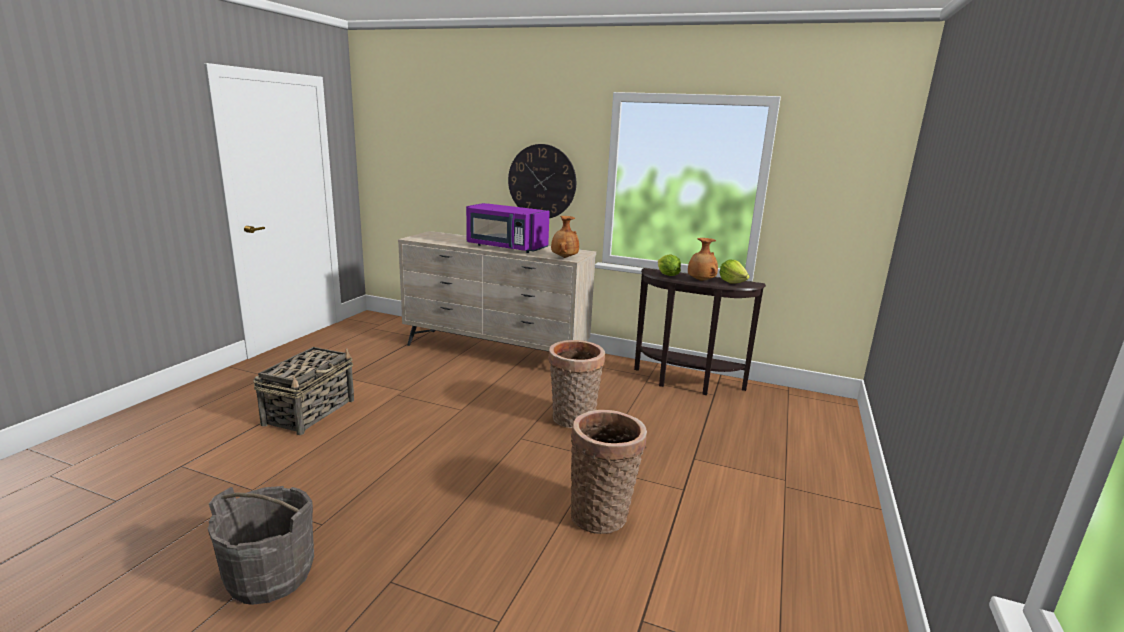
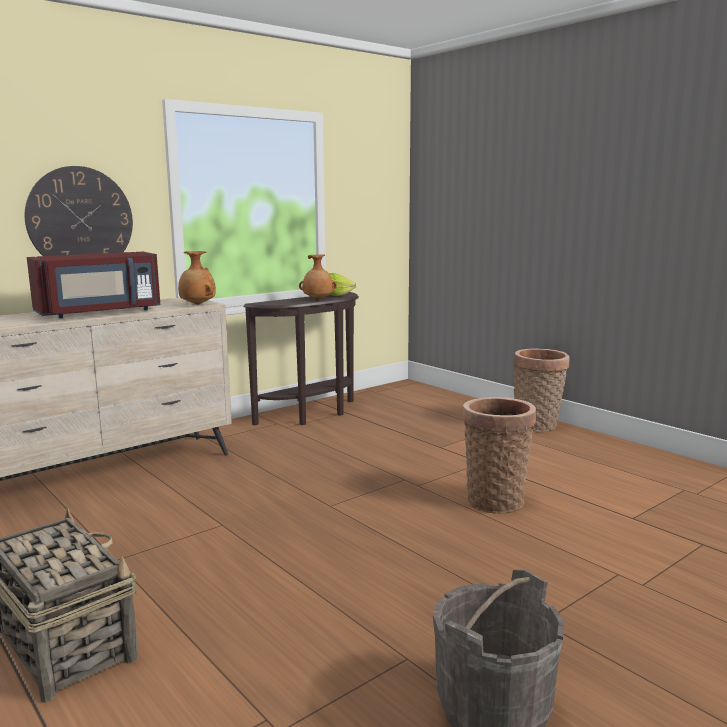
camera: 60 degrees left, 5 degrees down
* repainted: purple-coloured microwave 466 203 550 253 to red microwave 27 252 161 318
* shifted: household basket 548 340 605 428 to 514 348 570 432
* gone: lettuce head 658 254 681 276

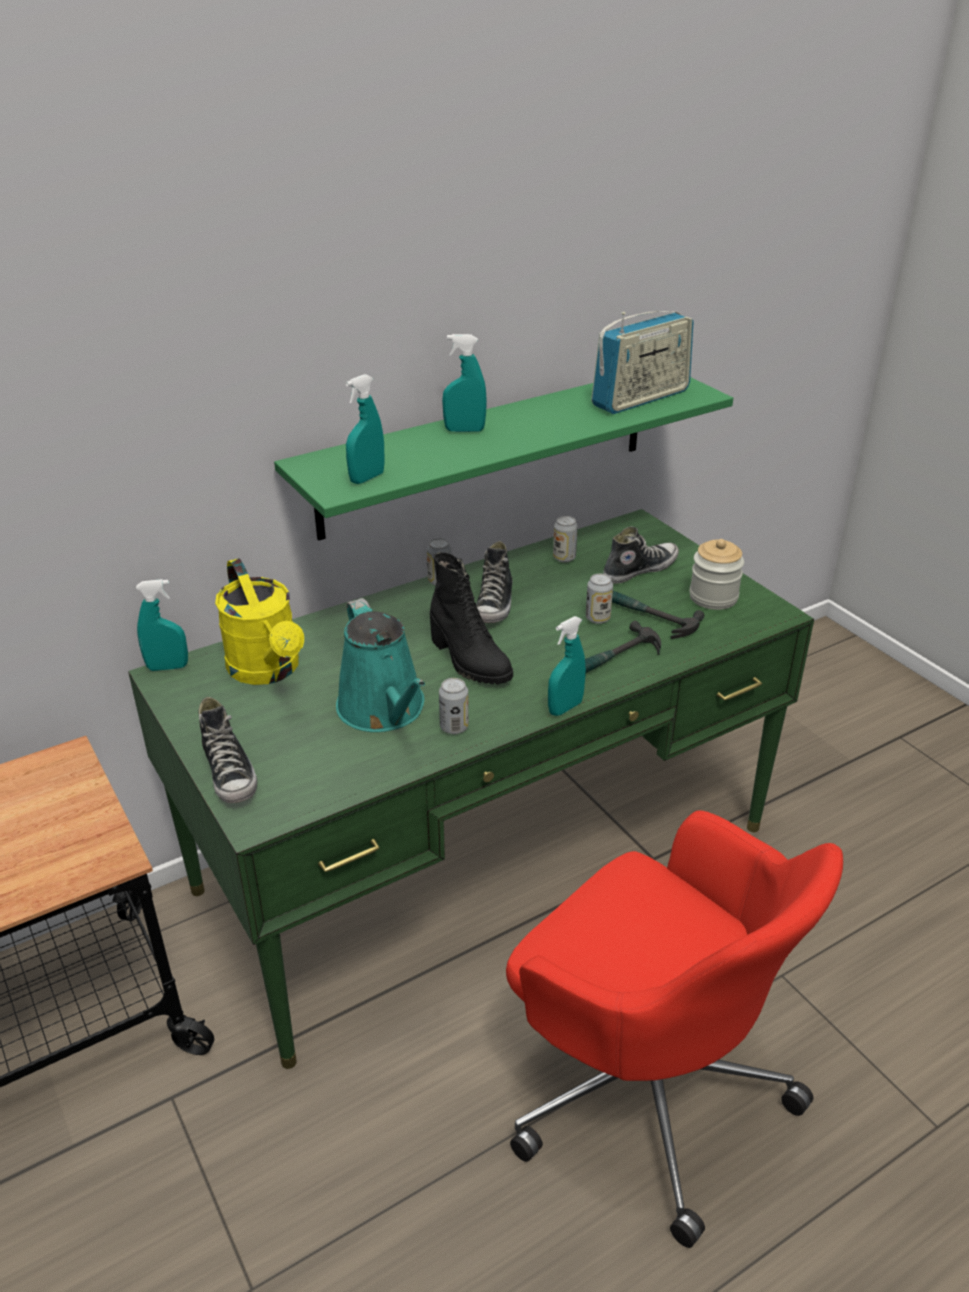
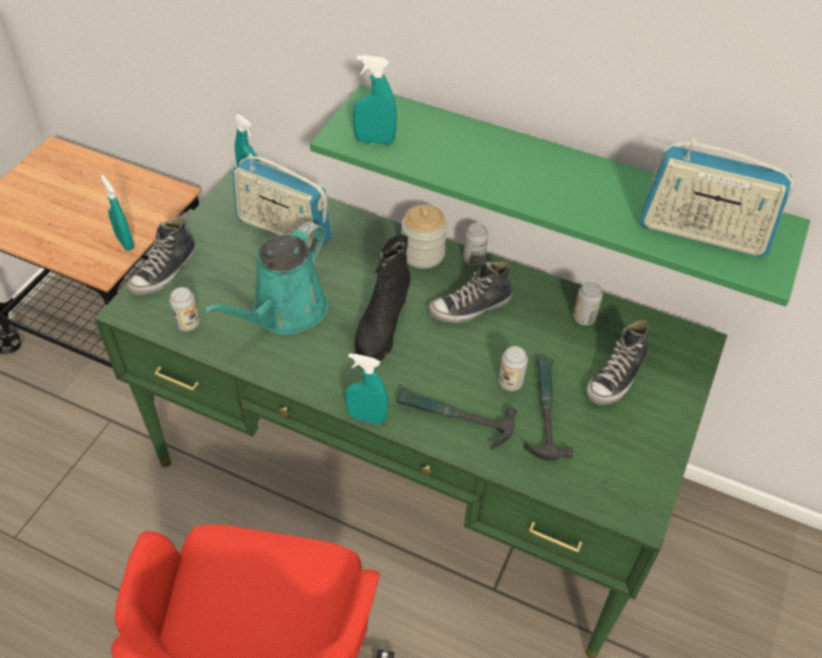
camera: 55 degrees right, 15 degrees up
* swapped: yellow sprinkling can 215 558 304 685 to radio receiver 232 153 332 249
* shifted: metal can 439 678 469 734 to 169 287 200 331
* shifted: blue-green hand sprayer 442 334 487 432 to 101 175 134 251
* rotated: low shoe 603 526 679 584 = 586 319 649 405 105 degrees clockwise
* shifted: preserve jar 689 539 744 610 to 401 204 447 269

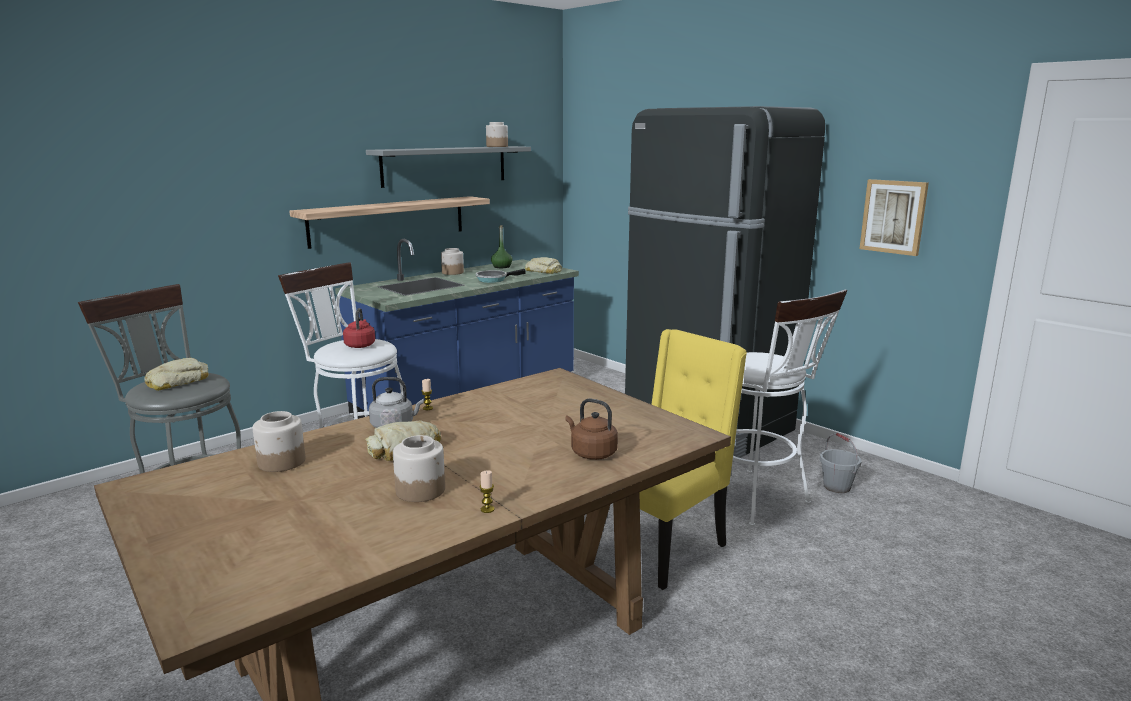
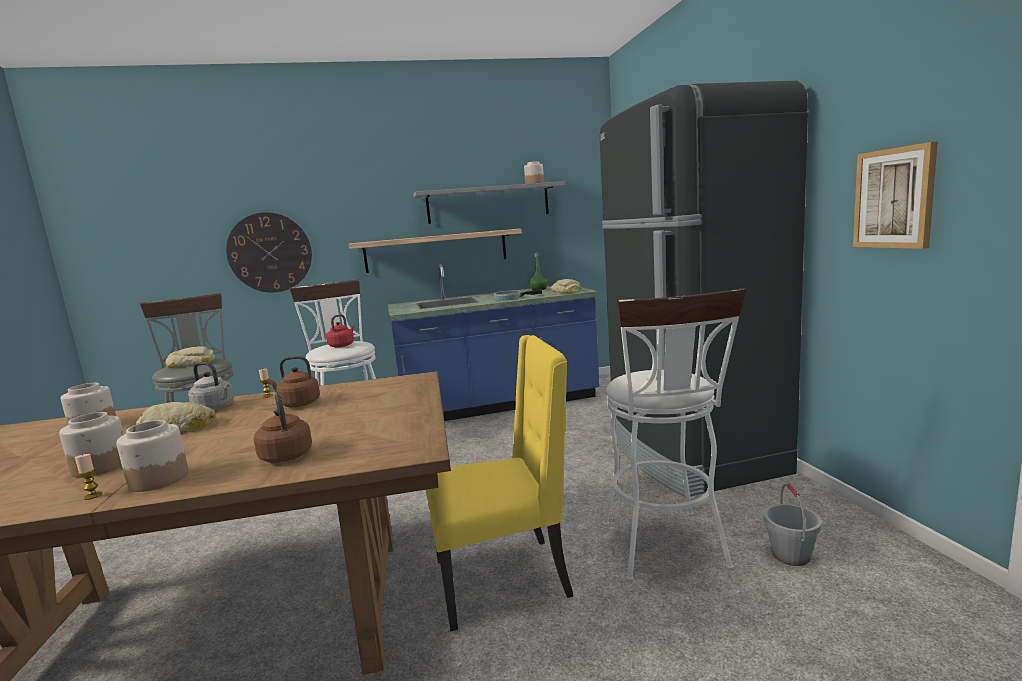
camera: 30 degrees right, 5 degrees down
* shifted: preserve jar 441 248 464 275 to 116 420 189 492
* new: wall clock 226 212 312 293
* new: brown tea kettle 267 356 320 407

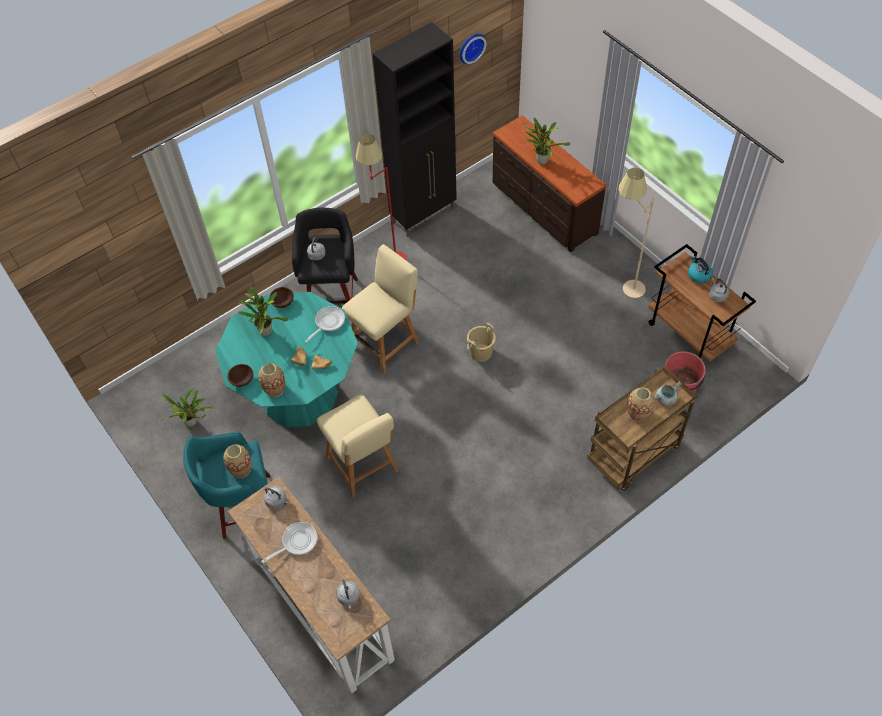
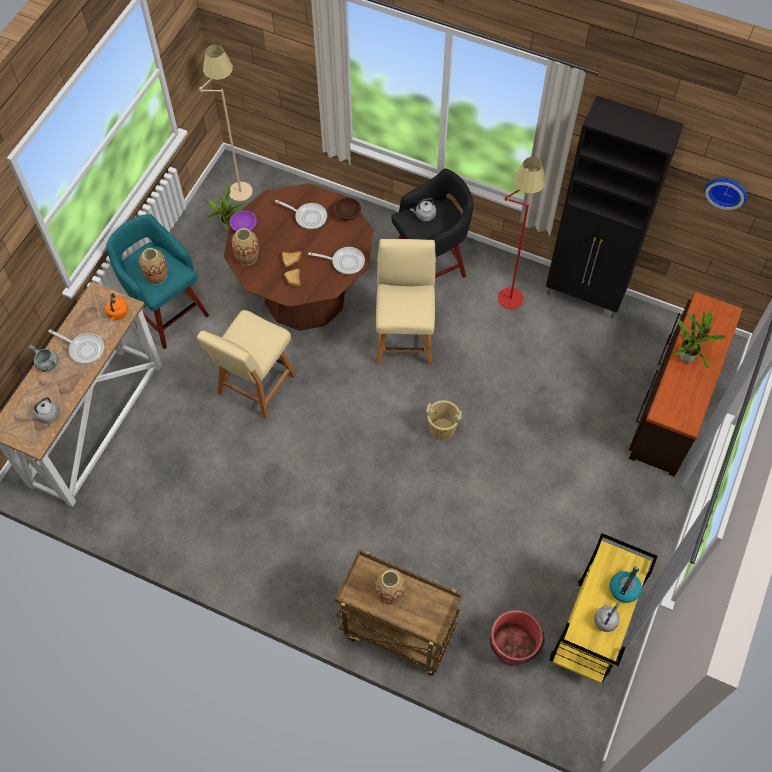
camera: 60 degrees right, 5 degrees up
* repainted: blue-green dining table 215 292 358 427 to brown dining table 224 183 373 331
* repainted: brown deep dish 227 364 253 387 to purple-coloured deep dish 230 211 257 232
* swapped: houseplant 239 287 288 336 to pan 275 200 327 229
* repainted: grey tea kettle 264 486 288 509 to orange tea kettle 105 293 128 320
* rotated: beige plain chair 342 244 419 373 = 376 239 436 366 105 degrees counterclockwise
* shifted: beige floor lamp 618 168 655 298 to 199 44 253 201
* repainted: brown wheeled cart 648 244 756 362 to yellow wheeled cart 549 533 657 684
* shifted: grey saucepot 654 382 681 406 to 29 345 59 372

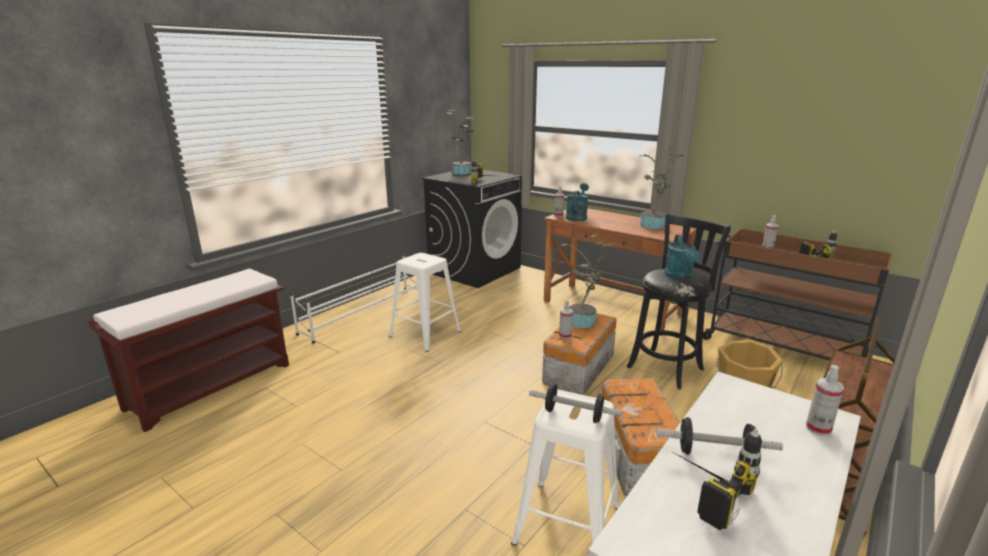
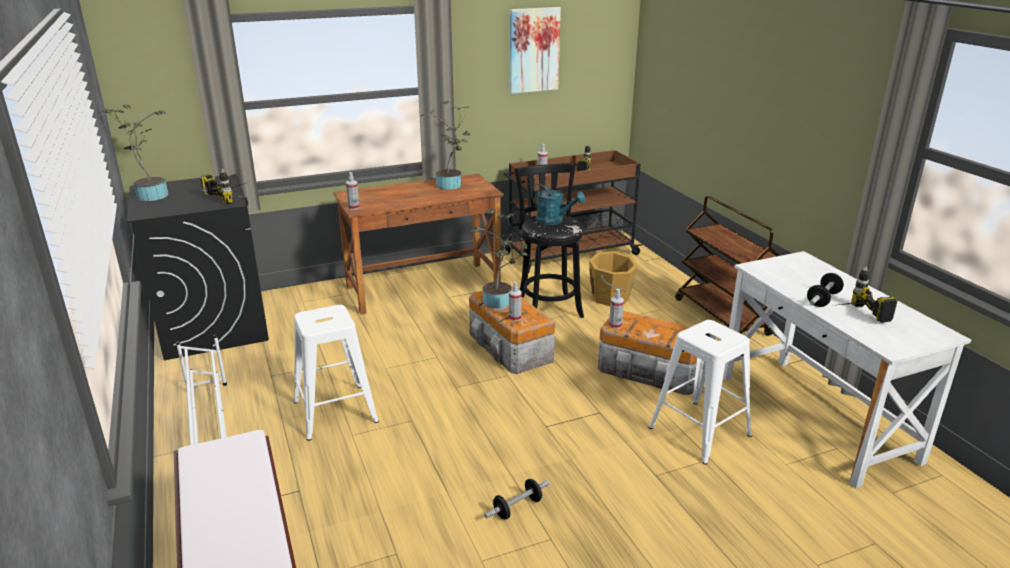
camera: 60 degrees left, 5 degrees up
* shifted: hand weight 529 384 623 423 to 484 479 550 519
* gone: blue-green sprinkling can 565 183 589 221
* shifted: hand sprayer 806 365 844 436 to 609 289 624 329
* new: wall art 509 7 561 94

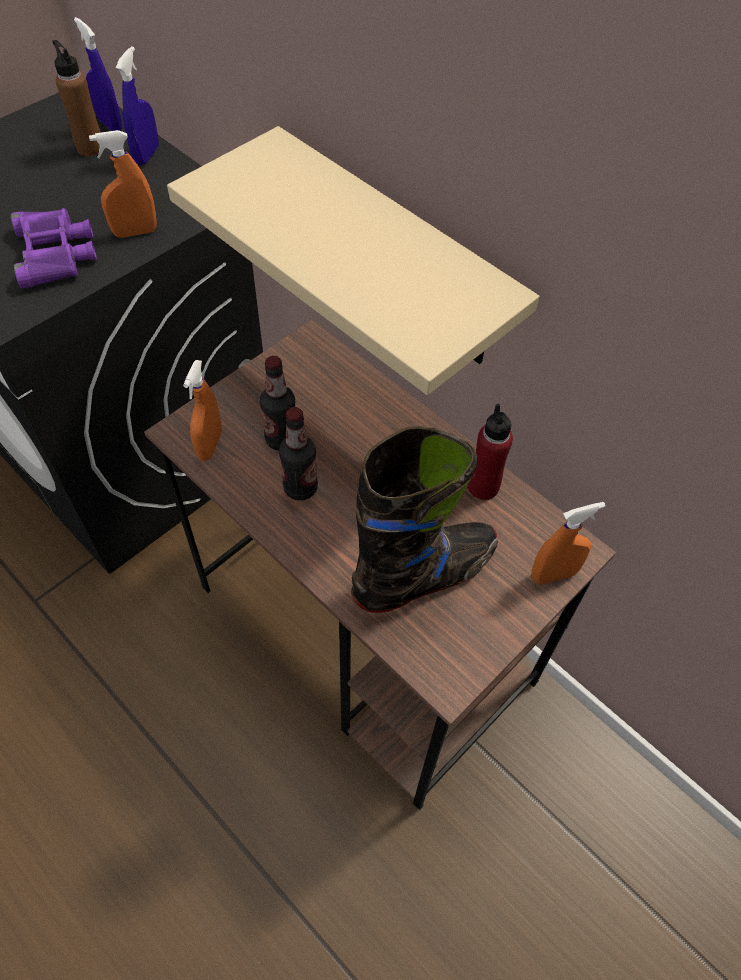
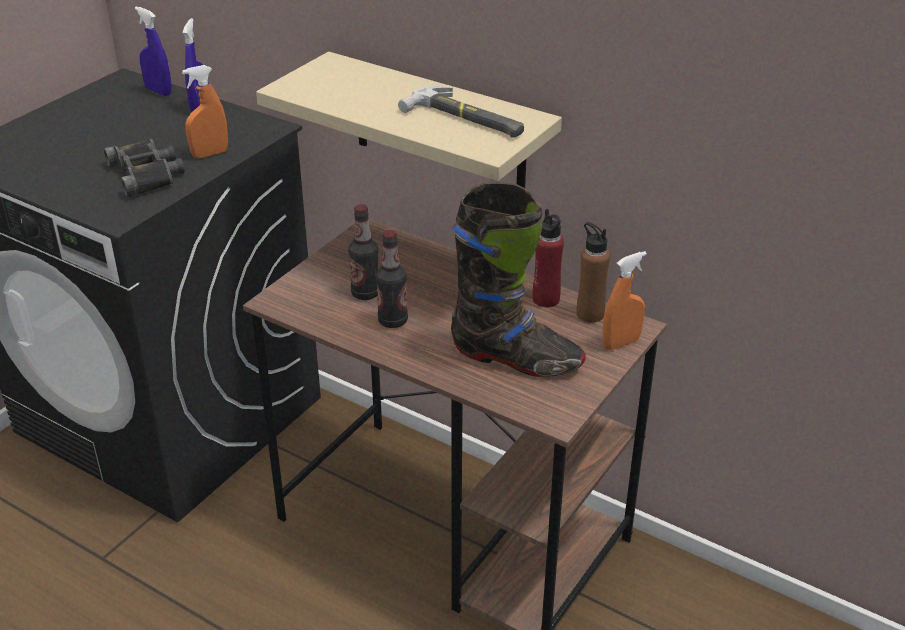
camera: 10 degrees left, 20 degrees down
* repainted: purple-coloured binoculars 11 208 97 289 to black binoculars 104 139 185 197
* shifted: brown beverage bottle 52 40 101 156 to 577 222 610 323
* gone: orange hand sprayer 183 360 222 461
* rotated: black tall boot 351 426 498 613 = 451 182 586 377 60 degrees clockwise
* new: hand hammer 398 86 524 138

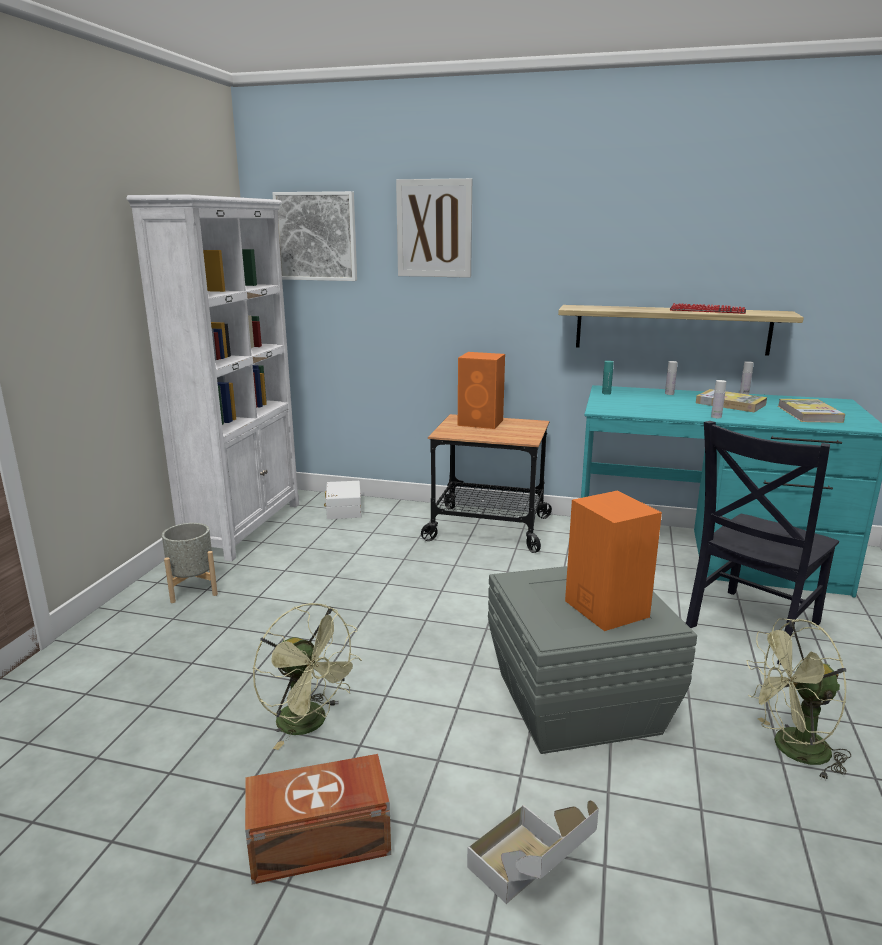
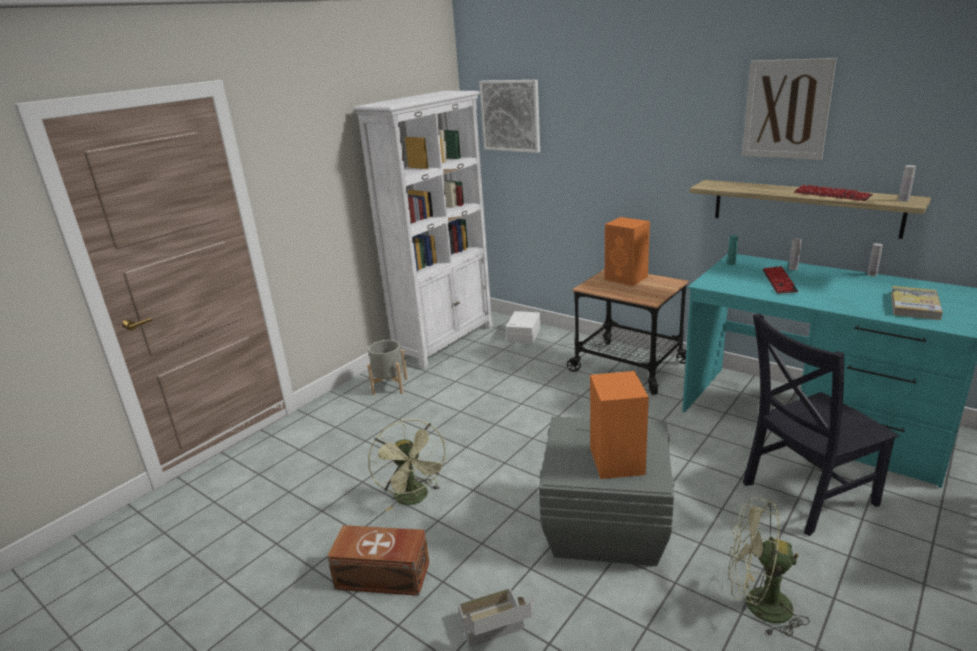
camera: 25 degrees right, 5 degrees up
* shifted: wall art 396 178 472 278 to 742 58 837 160
* gone: book 696 389 767 412
* shifted: white-coloured beverage bottle 711 380 727 418 to 898 165 916 202
* new: computer keyboard 763 266 798 294

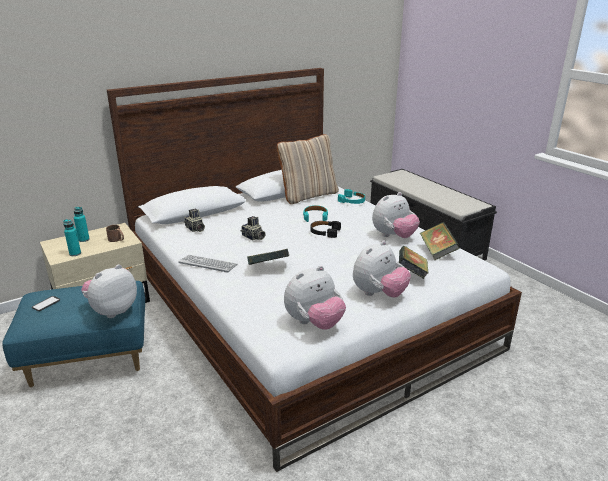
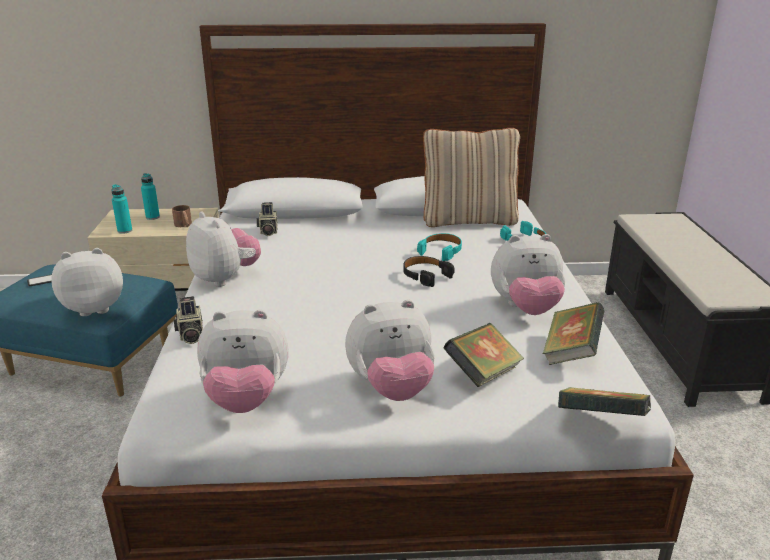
camera: 30 degrees right, 0 degrees up
* swapped: computer keyboard 178 255 237 273 to soft toy 186 211 261 287
* shifted: still camera 240 216 265 240 to 174 296 203 344
* shifted: book 247 249 289 265 to 558 387 651 416

